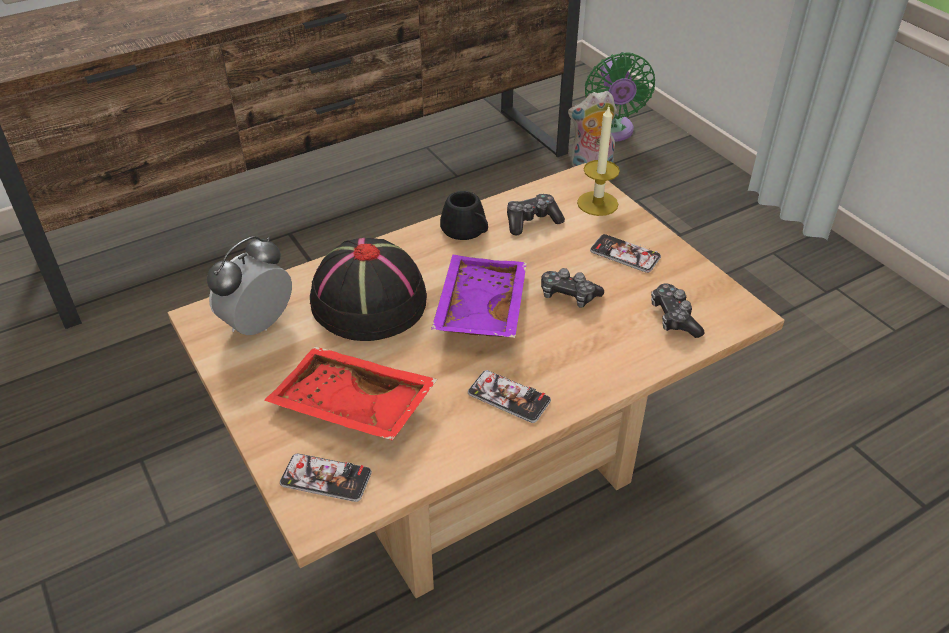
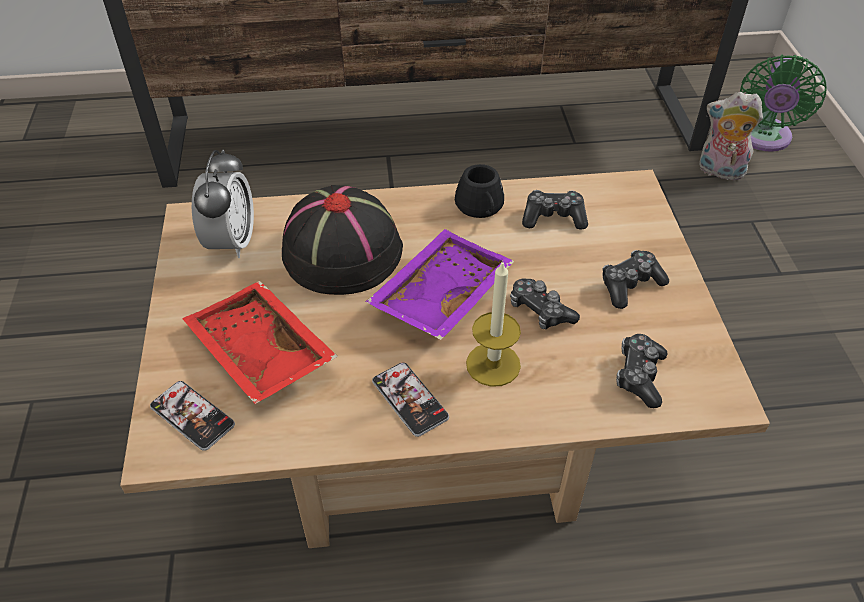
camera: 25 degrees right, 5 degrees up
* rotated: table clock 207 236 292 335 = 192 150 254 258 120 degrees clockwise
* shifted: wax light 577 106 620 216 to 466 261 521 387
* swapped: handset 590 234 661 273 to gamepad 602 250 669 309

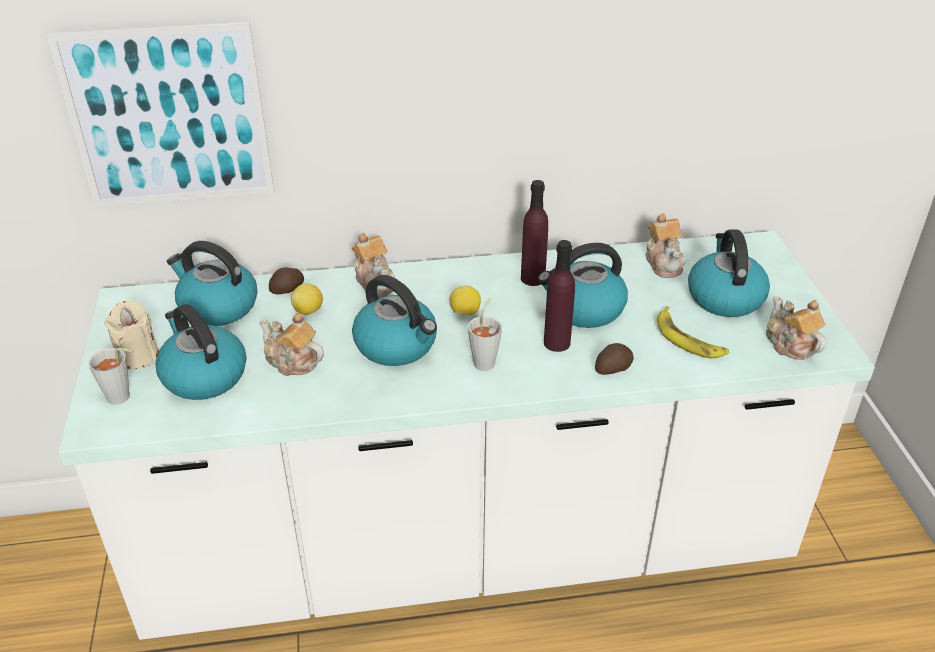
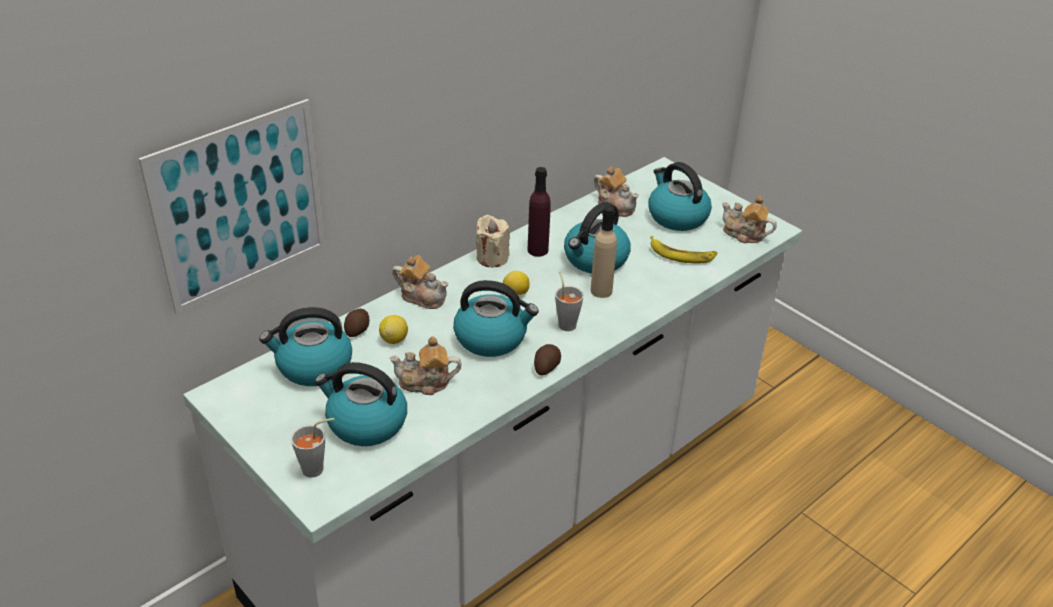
camera: 35 degrees left, 0 degrees up
* shifted: beige wax light 105 301 159 369 to 476 214 510 267
* repainted: purple-coloured beverage bottle 544 240 575 352 to beige beverage bottle 590 206 617 298
* shifted: whole potato 595 343 634 375 to 534 344 561 375

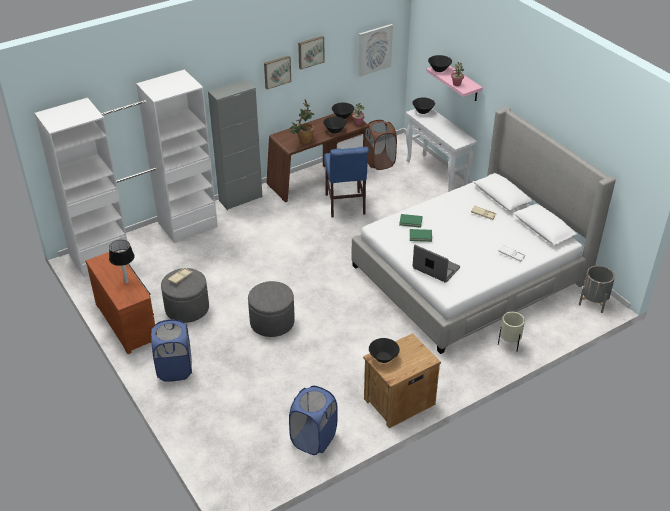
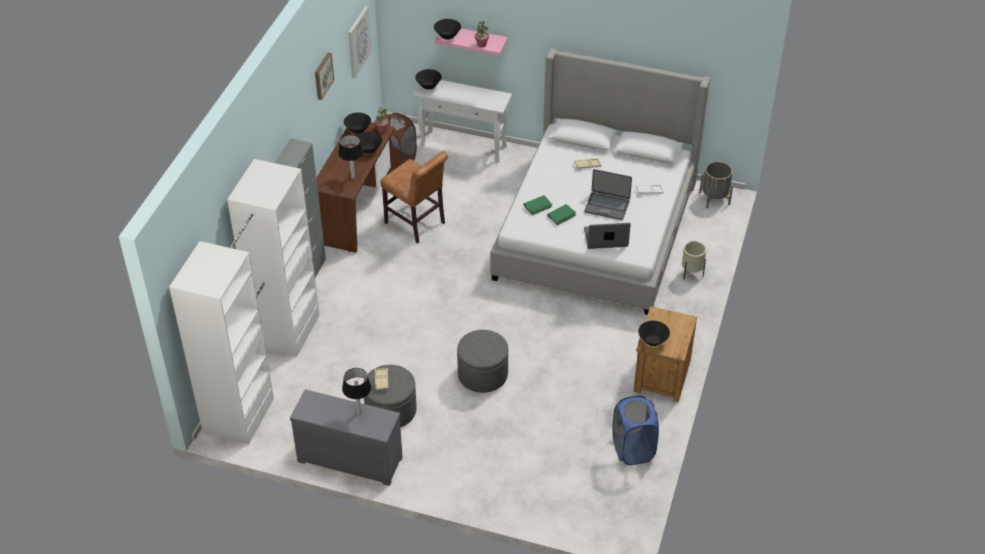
camera: 40 degrees left, 5 degrees up
* repainted: brown dresser 85 251 155 354 to grey dresser 290 389 403 486
* gone: bluish washing basket 151 319 192 382
* gone: wall art 264 56 291 89
* swapped: houseplant 290 99 314 144 to tabletop lamp 338 135 363 179
* repainted: bluish plain chair 324 147 369 218 to brown plain chair 380 151 448 244
* new: portable computer 584 169 632 220

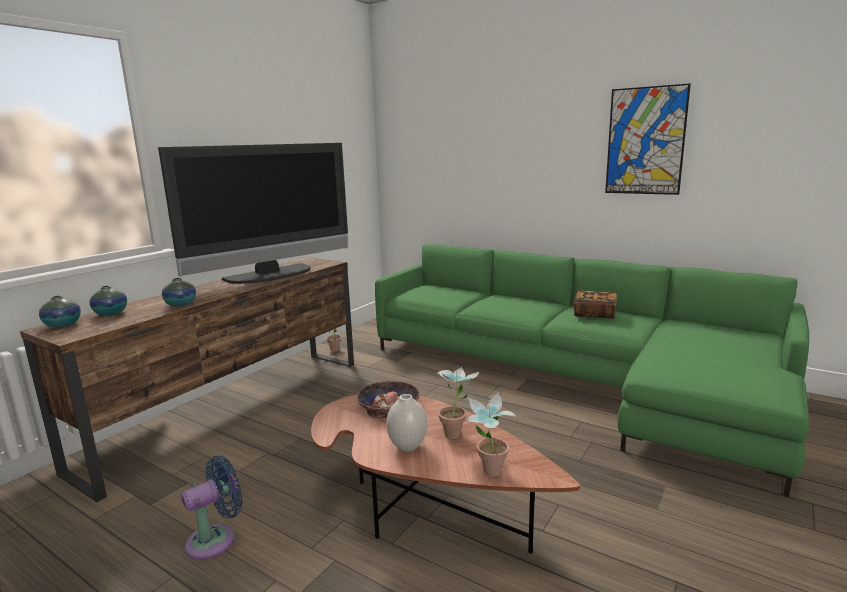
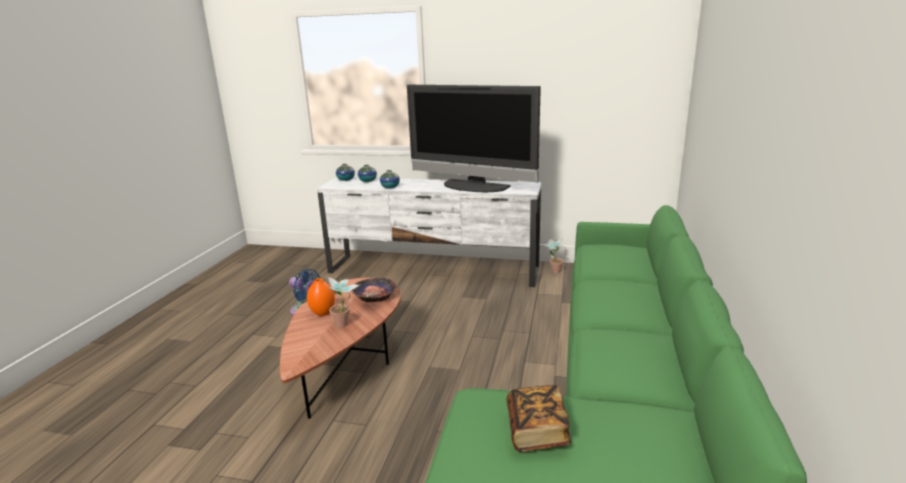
camera: 70 degrees right, 5 degrees up
* repainted: brown tv stand 20 257 354 503 to white-coloured tv stand 317 177 542 287
* repainted: white-coloured vase 386 394 427 452 to orange vase 307 278 335 316
* gone: houseplant 468 391 517 476
* shifted: book 574 290 617 319 to 507 385 571 452
* gone: wall art 605 83 691 195

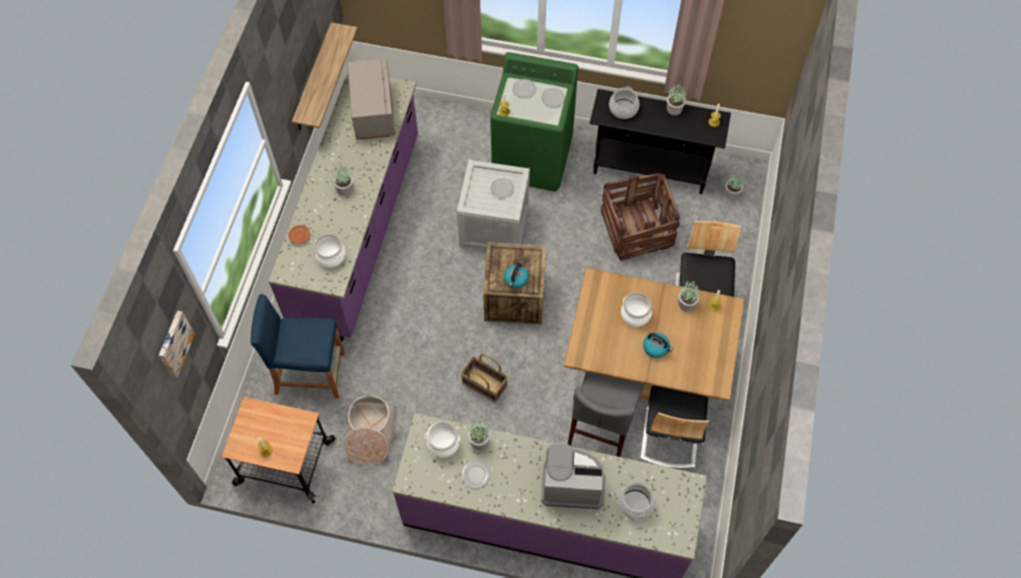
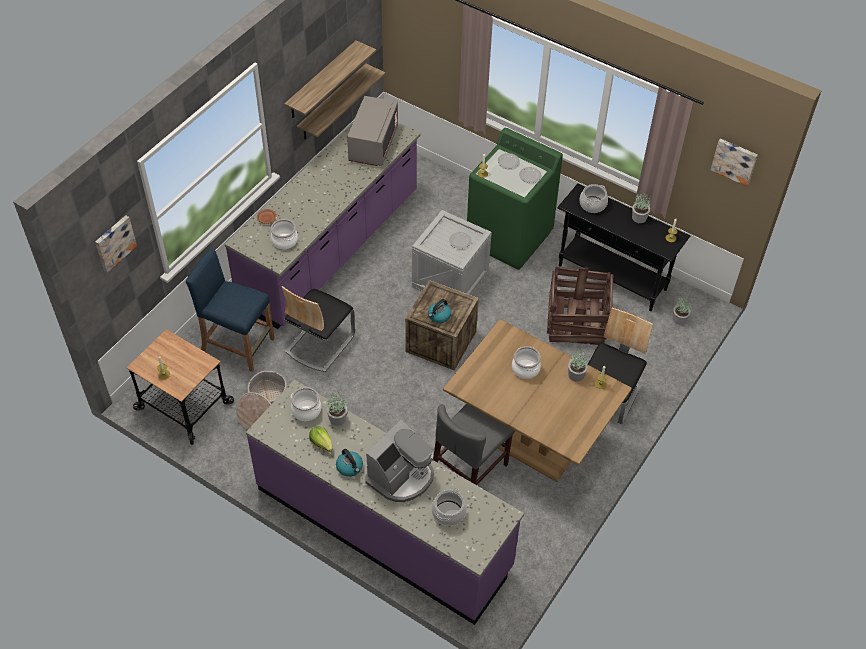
camera: 20 degrees right, 10 degrees down
* gone: houseplant 332 163 353 196
* gone: household basket 461 354 508 402
* swapped: flat dish 462 461 490 488 to lettuce head 309 426 333 452
* rotated: coffee maker 541 442 605 509 = 365 420 434 502 105 degrees clockwise
* shifted: plain chair 640 385 709 469 to 282 286 355 372
* shifted: tea kettle 643 332 673 358 to 336 449 363 477
* new: shelf 284 40 376 118
* new: wall art 711 139 758 186

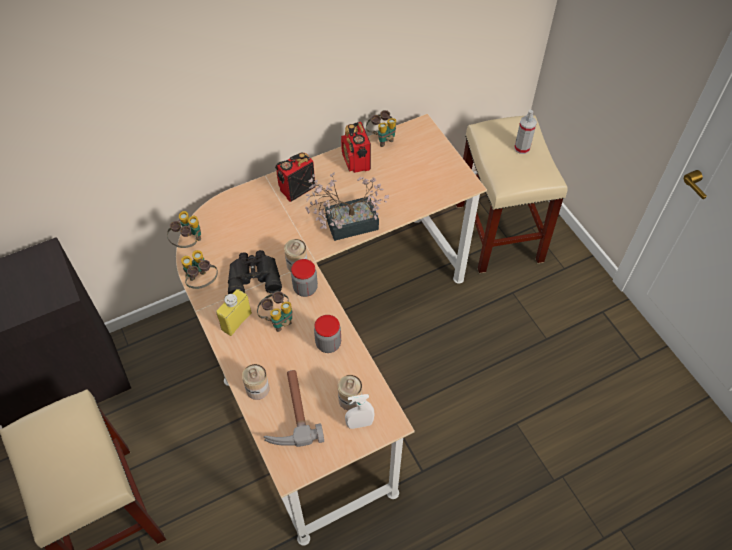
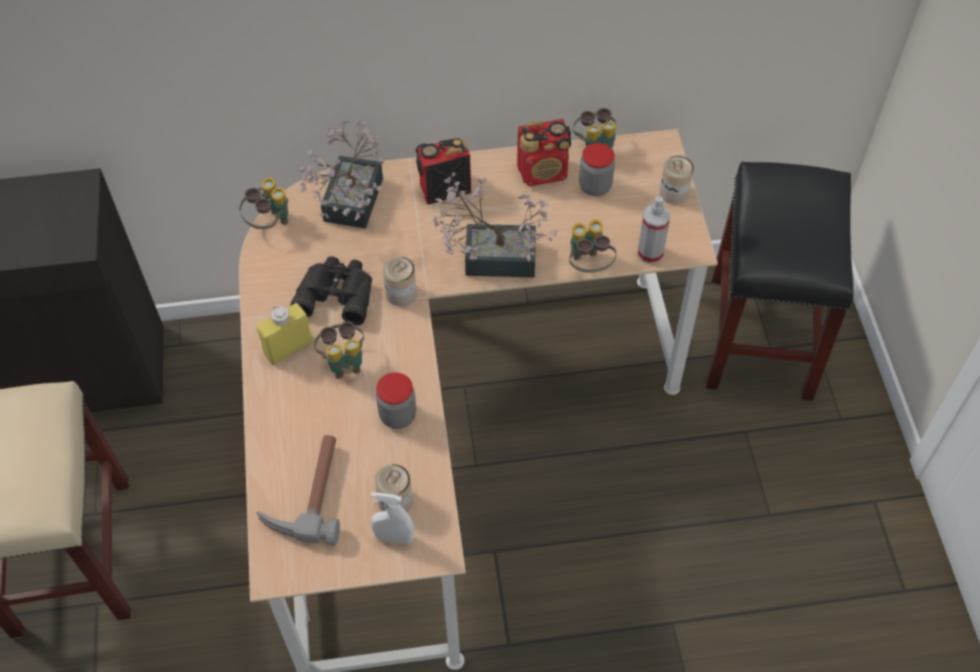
camera: 20 degrees right, 0 degrees up
* shifted: binoculars 181 250 218 289 to 569 219 617 273
* shifted: metal can 242 364 270 400 to 660 156 694 204
* shifted: preserve jar 291 259 318 297 to 579 143 615 196
* rotated: radio receiver 341 122 371 173 = 517 119 571 186 105 degrees counterclockwise
* repainted: beige stool seat 456 115 568 273 to black stool seat 706 162 854 401
* shifted: hand sprayer 514 110 537 154 to 638 196 670 264
* new: houseplant 299 119 384 229

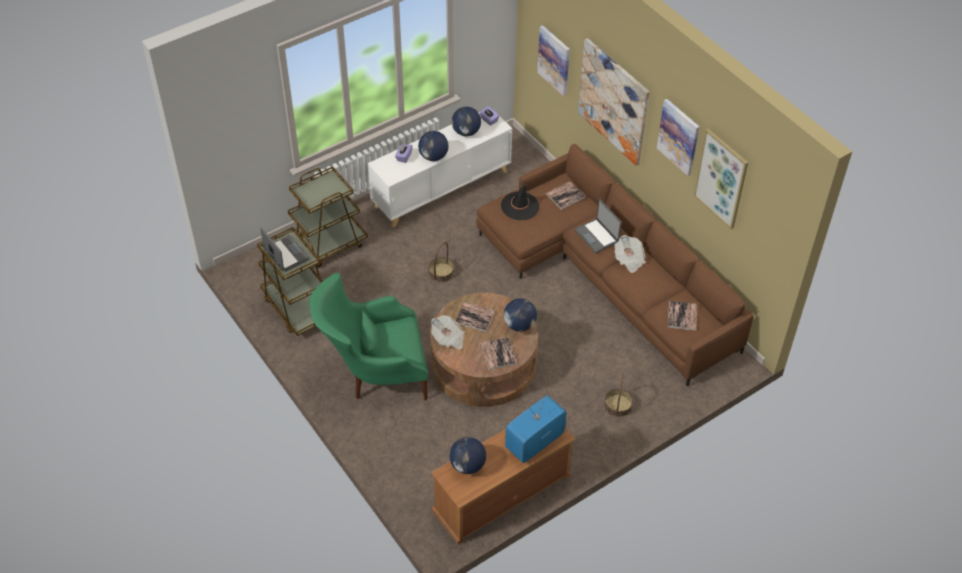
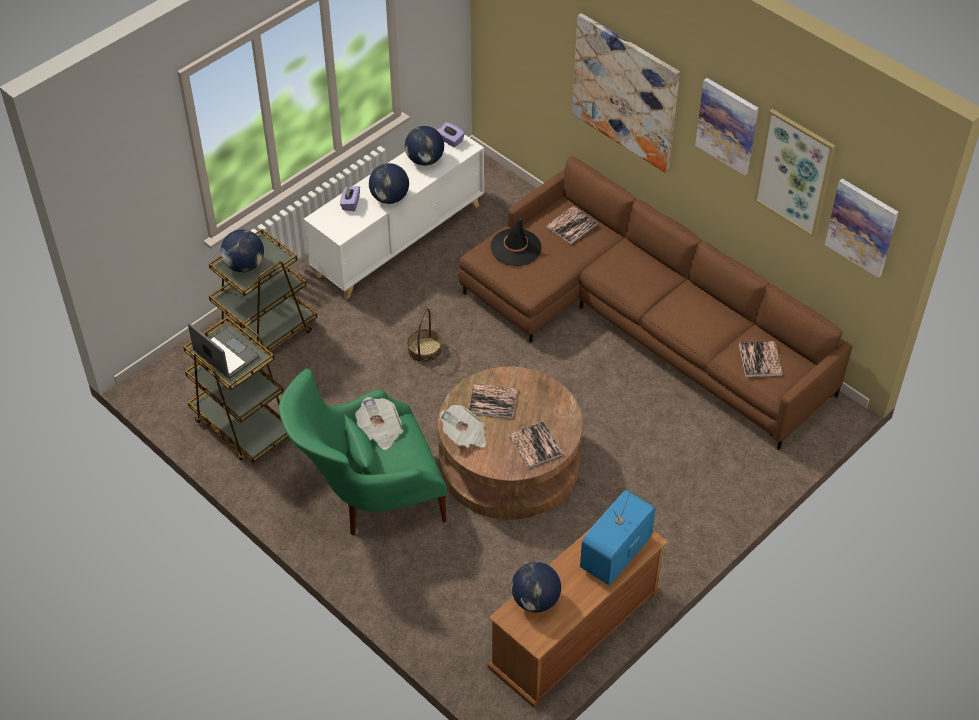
camera: 10 degrees left, 0 degrees up
* shifted: desk globe 504 298 537 332 to 221 229 264 272
* shifted: wall art 537 25 570 96 to 825 178 898 278
* gone: portable computer 575 199 622 253
* gone: household basket 604 374 633 417
* shifted: printed paper 614 235 646 273 to 355 397 404 450

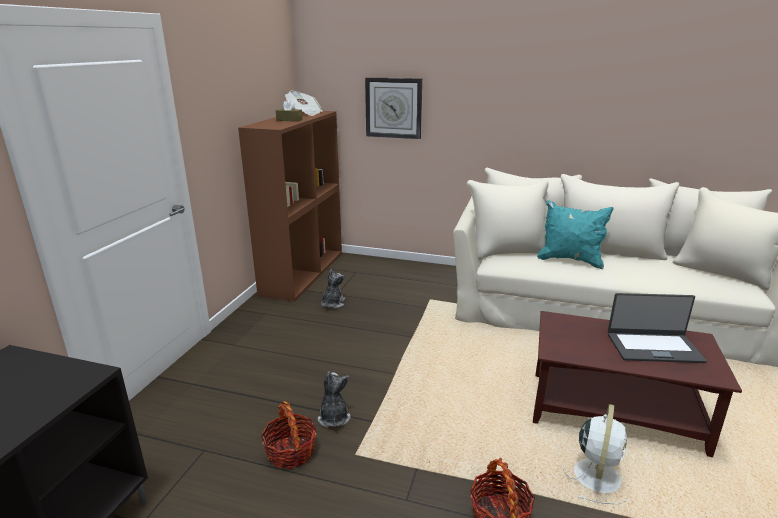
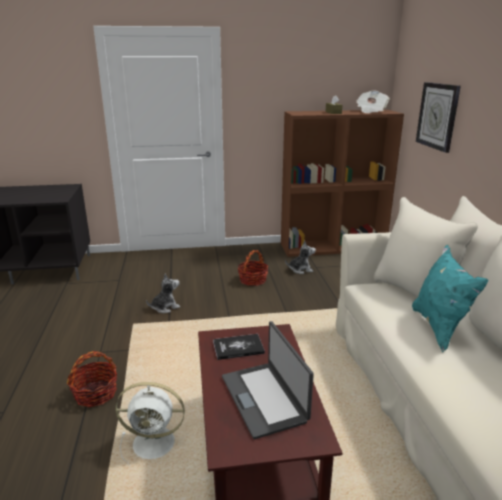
camera: 65 degrees right, 0 degrees up
* shifted: household basket 261 401 317 469 to 238 250 268 286
* new: book 213 334 265 360

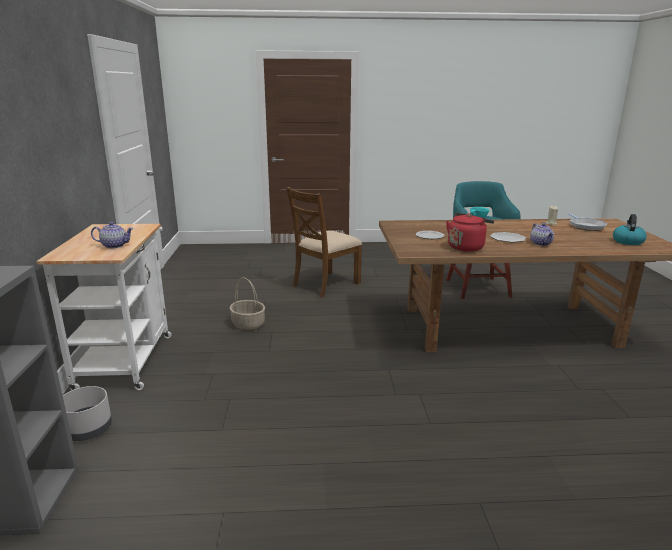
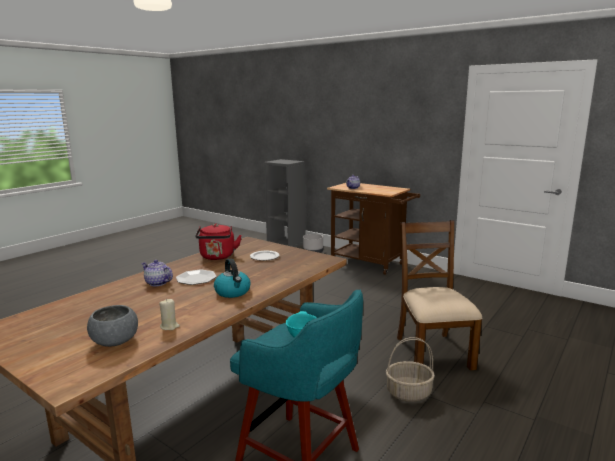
camera: 130 degrees right, 5 degrees down
* repainted: white-coloured wheeled cart 36 224 171 391 to brown wheeled cart 327 183 420 275
* shifted: household basket 229 277 265 330 to 386 337 435 402
* swapped: pan 568 213 607 231 to grey deep dish 87 305 138 347
* shifted: tea kettle 613 214 647 245 to 214 258 251 298

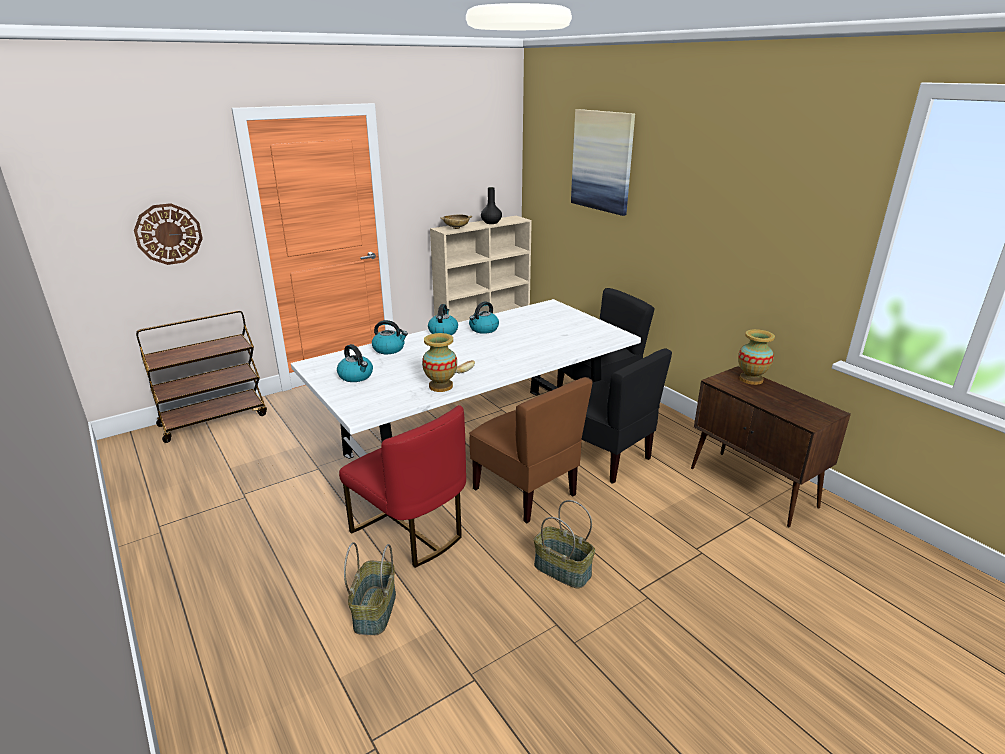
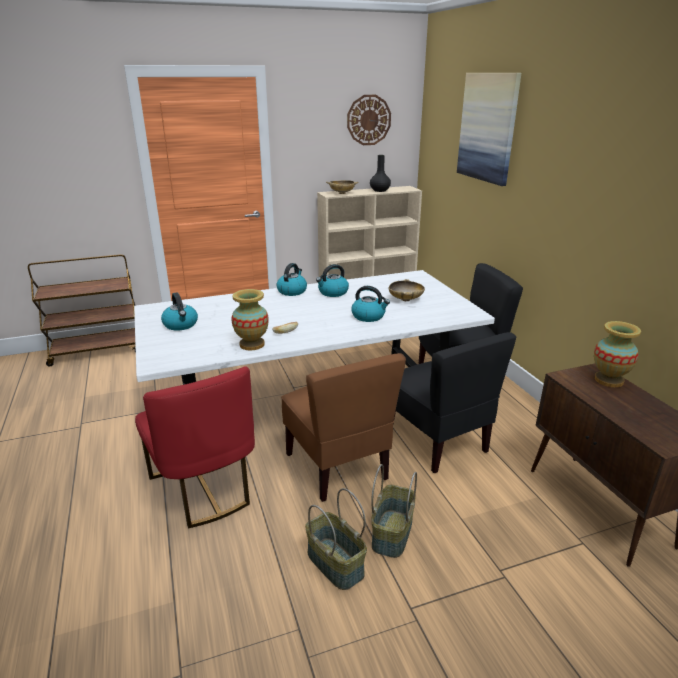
camera: 15 degrees right, 0 degrees up
* shifted: wall clock 134 203 203 265 to 347 95 391 145
* shifted: household basket 344 542 396 635 to 371 464 417 558
* shifted: tea kettle 372 320 408 354 to 352 286 390 322
* new: beige deep dish 389 279 425 301

